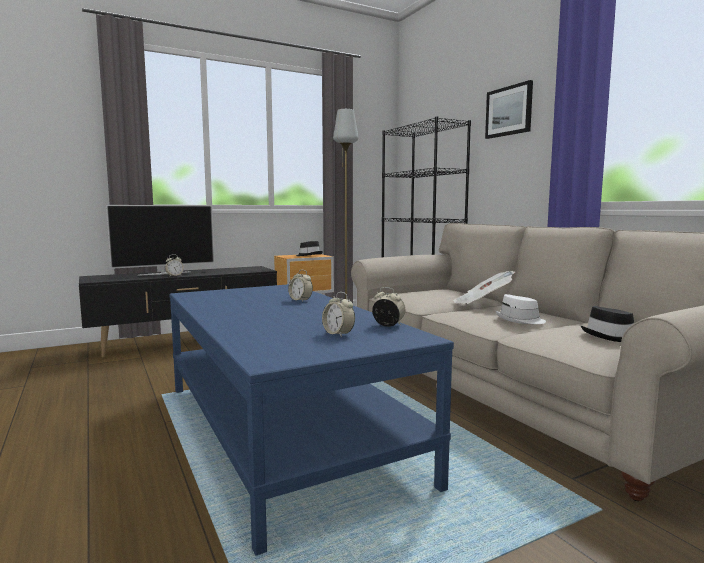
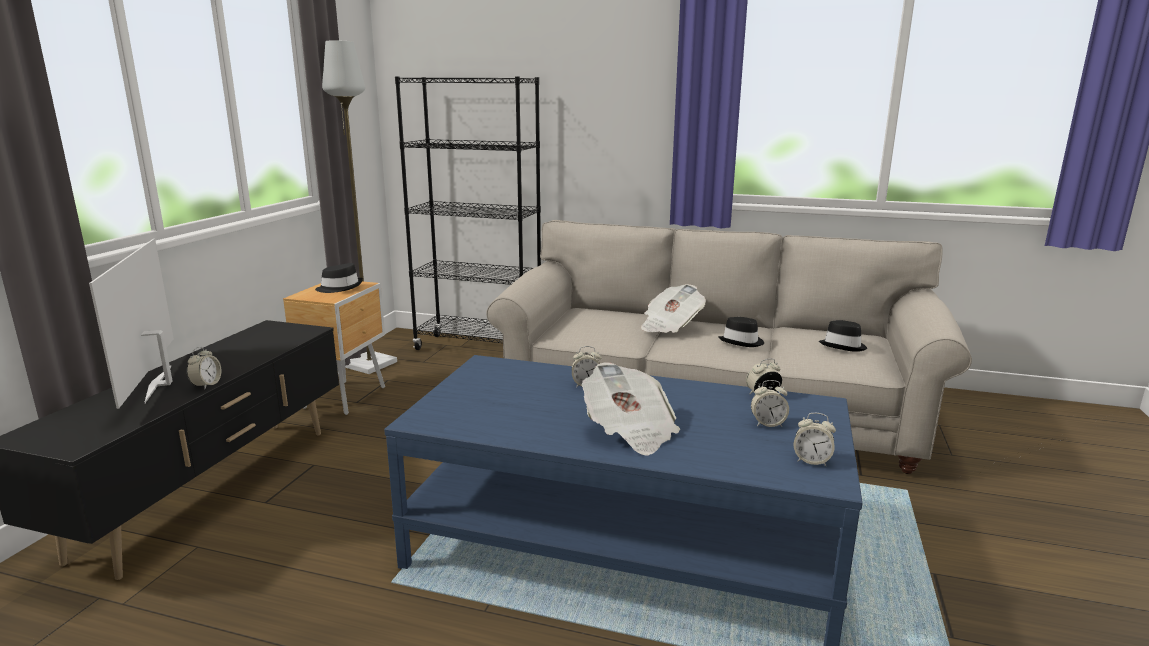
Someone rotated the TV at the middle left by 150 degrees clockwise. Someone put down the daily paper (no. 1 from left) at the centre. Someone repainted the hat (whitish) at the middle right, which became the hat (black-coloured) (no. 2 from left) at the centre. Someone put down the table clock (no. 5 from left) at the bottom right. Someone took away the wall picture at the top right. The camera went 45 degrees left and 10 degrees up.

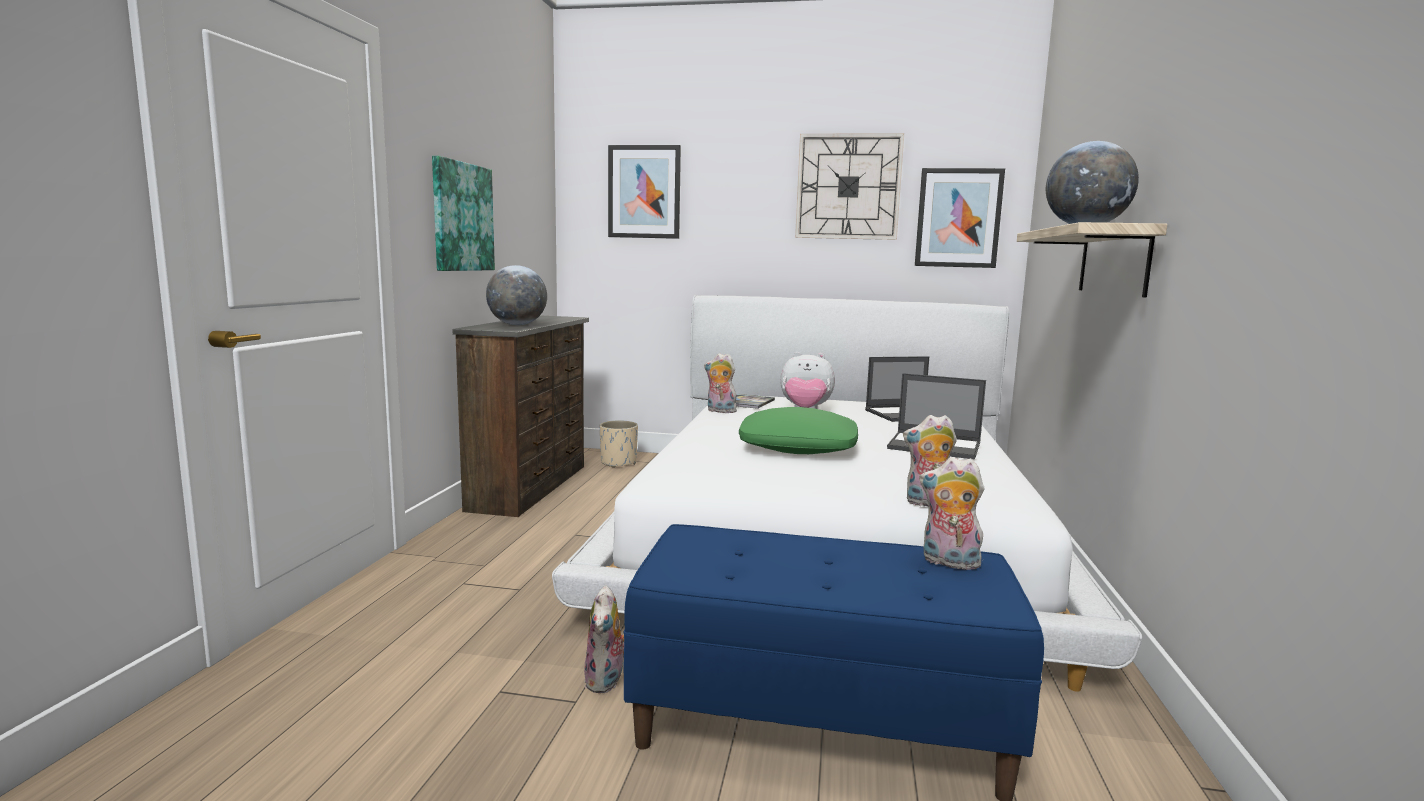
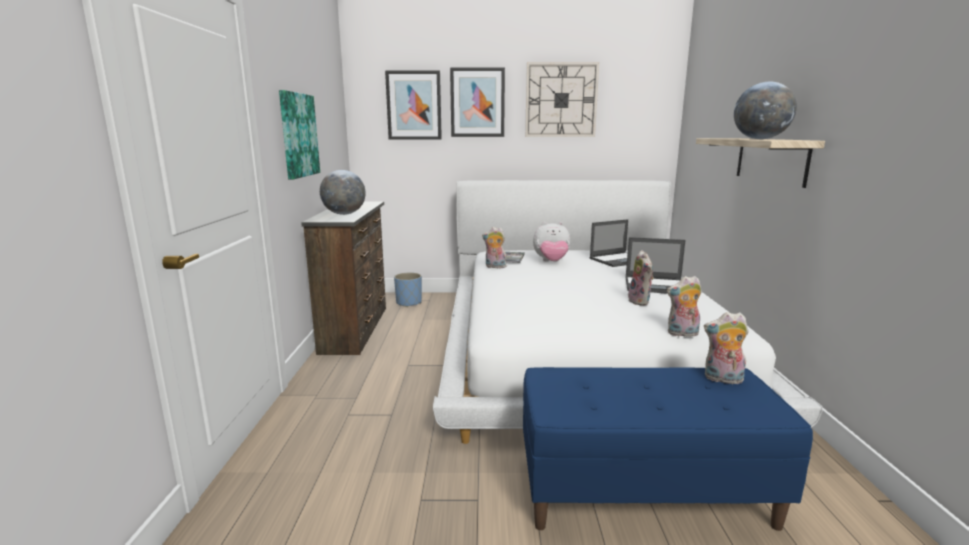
Someone repainted the planter (sand-coloured) at the centre, which became the planter (blue) at the centre. Someone carried the wall picture (no. 3 from left) from the top right to the top centre. Someone carried the cuddly toy (no. 1 from left in the first image) from the bottom centre to the centre. Someone took away the throw pillow (green-coloured) at the centre. The camera went 10 degrees left and 5 degrees up.

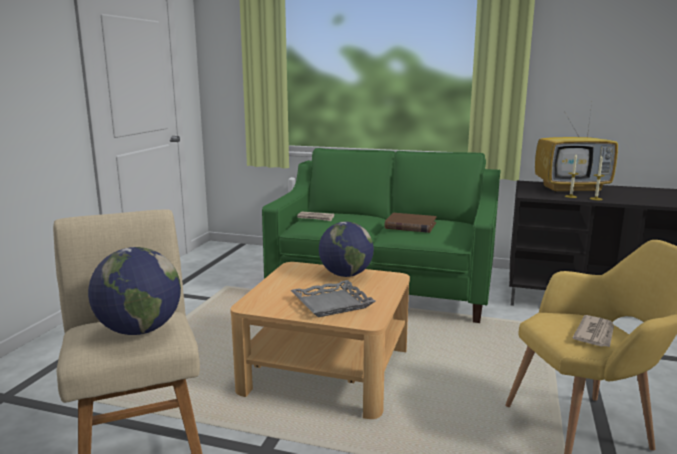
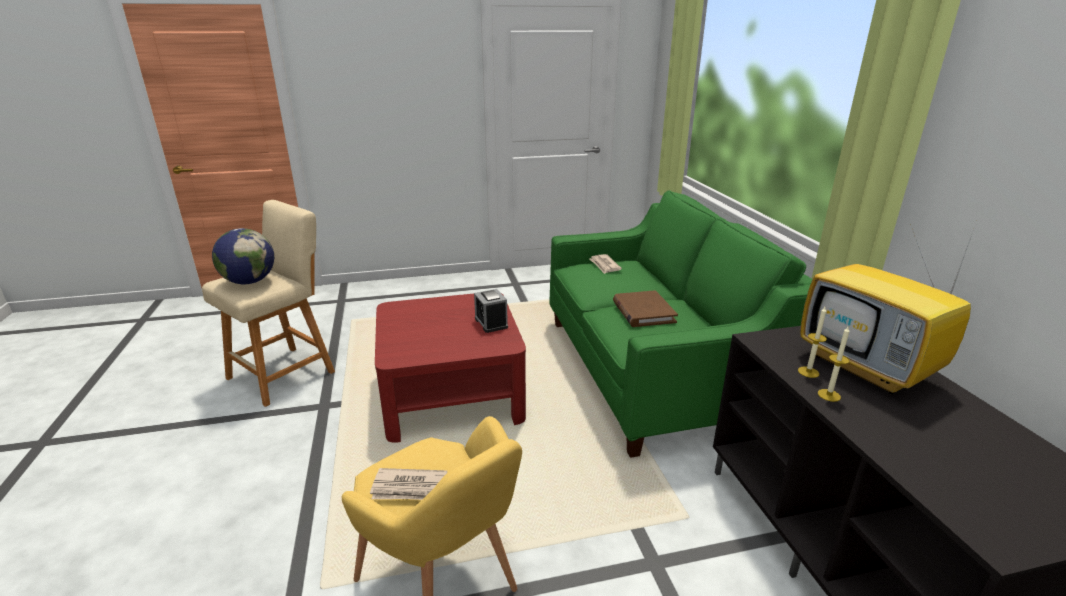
Someone repainted the lounge table (sand-coloured) at the bottom centre, which became the lounge table (red-coloured) at the centre. Someone swapped the world globe (no. 2 from left) at the centre for the table clock at the centre. Someone took away the tray (gray) at the centre. The camera went 60 degrees right and 10 degrees up.

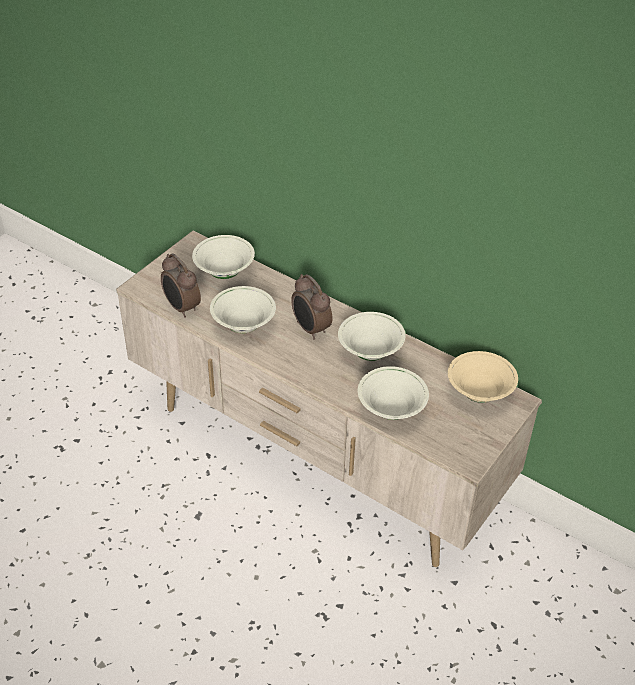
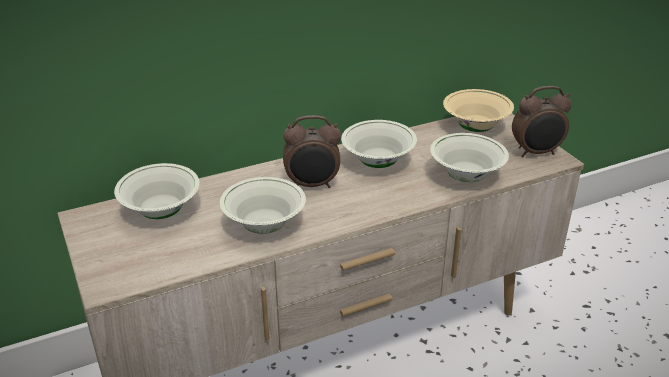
Someone carried the table clock (no. 1 from left in the first image) from the middle left to the top right. The camera went 60 degrees left and 10 degrees down.

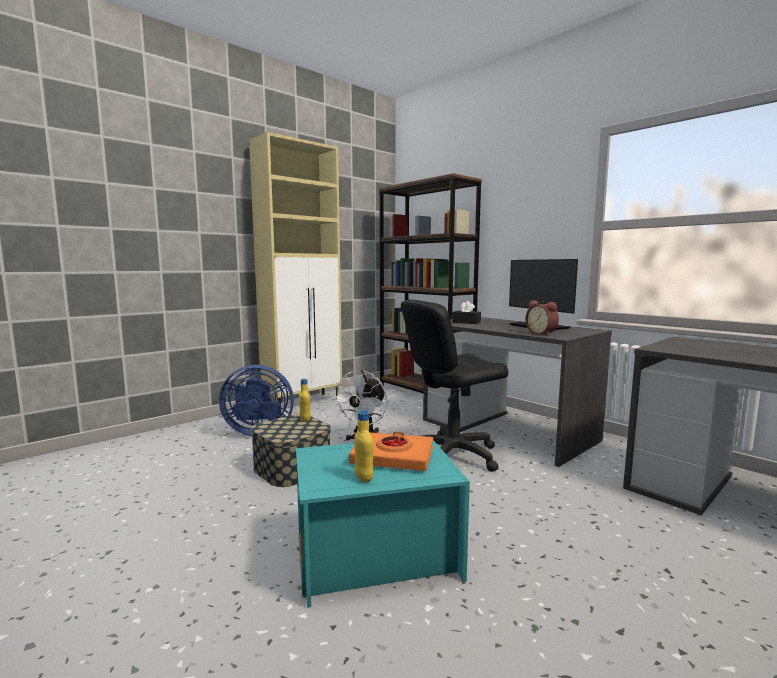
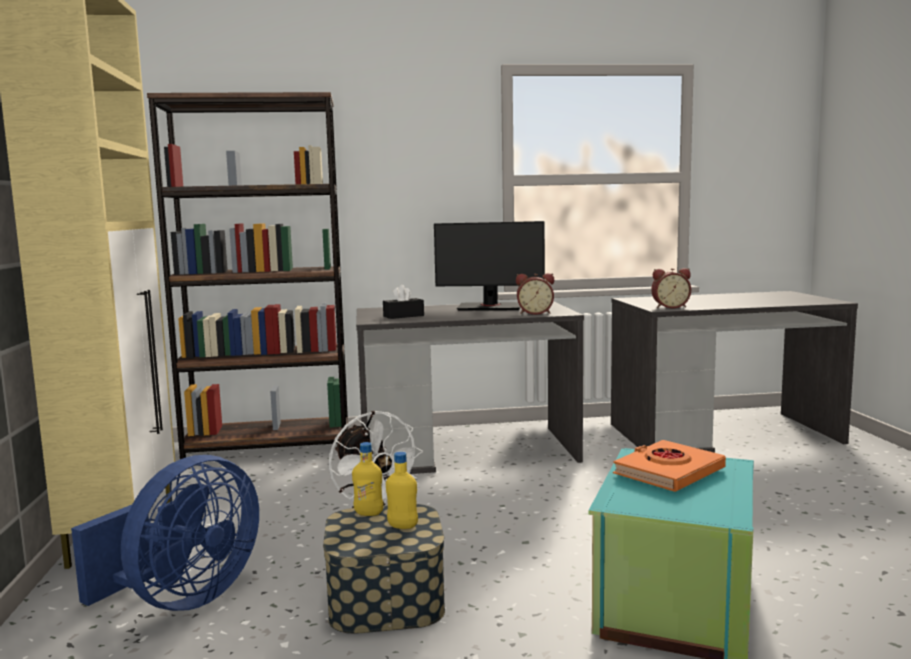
Someone carried the bottle (yellow-coloured) (no. 2 from left) from the centre to the bottom centre. Someone put down the table clock (no. 2 from left) at the middle right. Someone took away the office chair (black-coloured) at the centre. The camera went 55 degrees left and 0 degrees up.

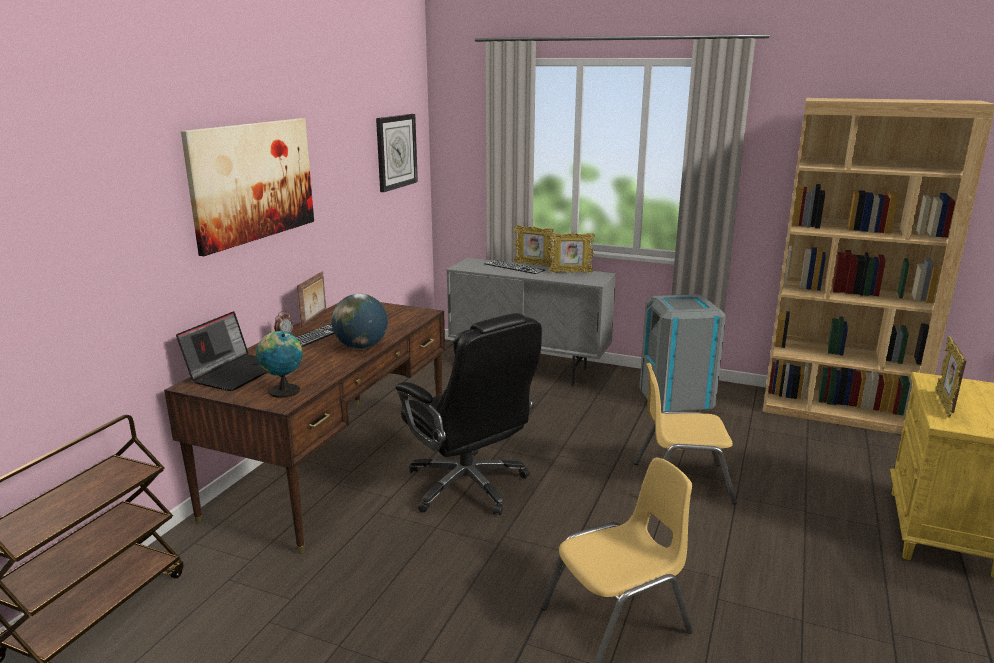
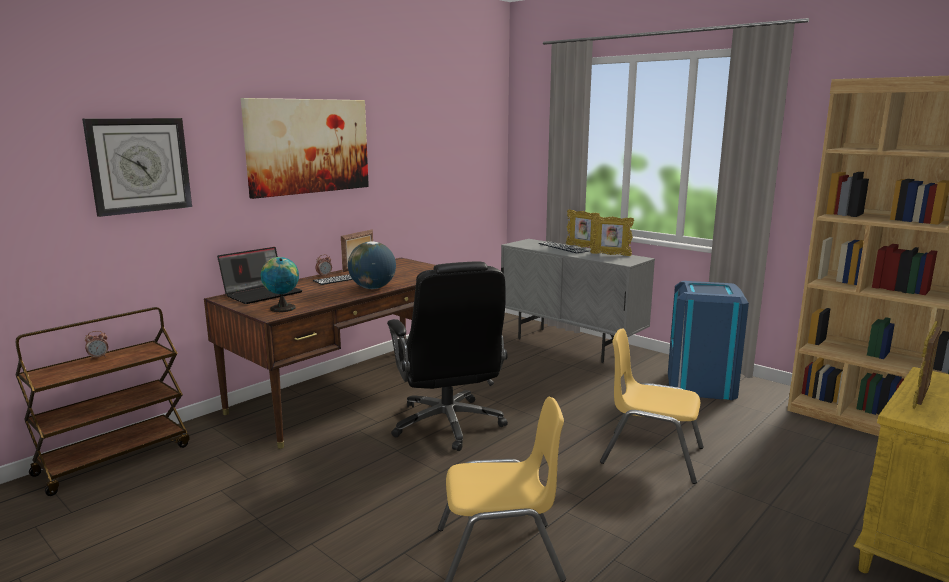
Someone carried the hanging clock from the top centre to the top left. Someone put down the table clock (no. 1 from left) at the middle left. Someone repainted the trash can (gray) at the middle right, which became the trash can (blue) at the middle right. The camera went 20 degrees right and 5 degrees down.

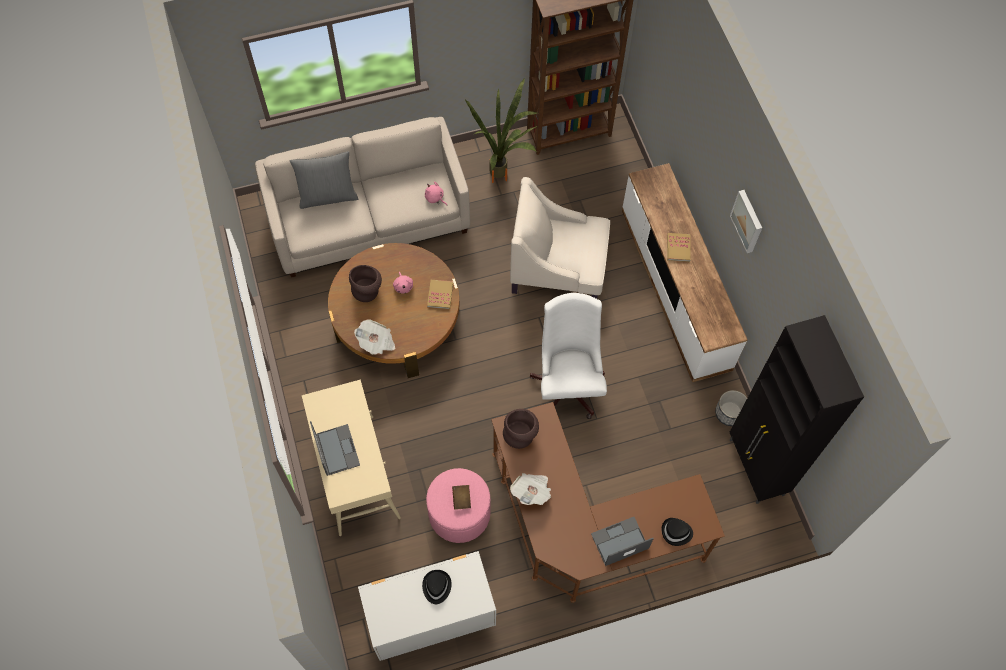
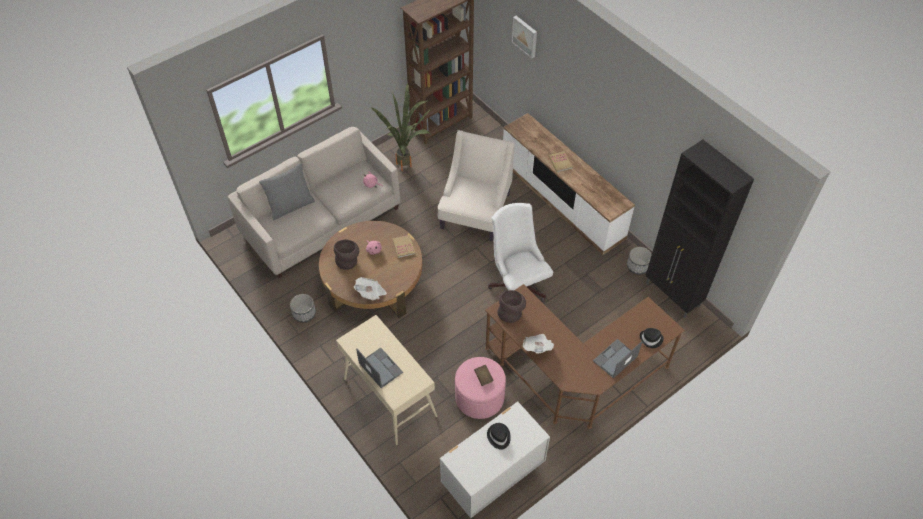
Someone put down the planter (no. 1 from left) at the middle left. Someone rotated the easy chair (sand-coloured) at the centre by 120 degrees clockwise. Someone carried the wall picture from the top right to the top centre. The camera went 20 degrees left and 10 degrees down.

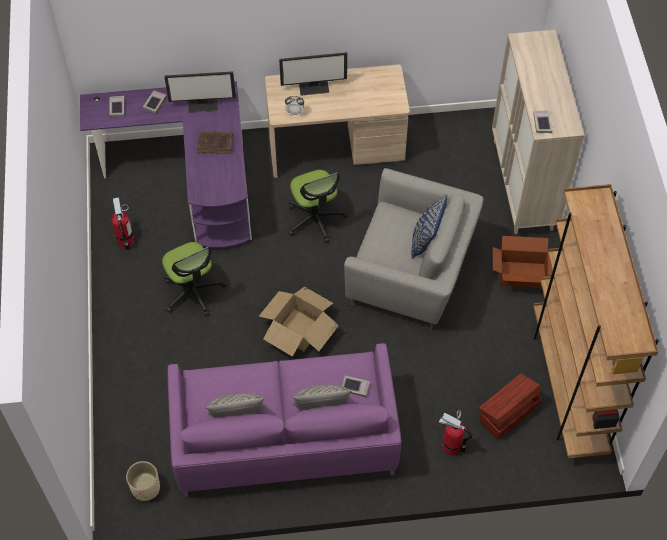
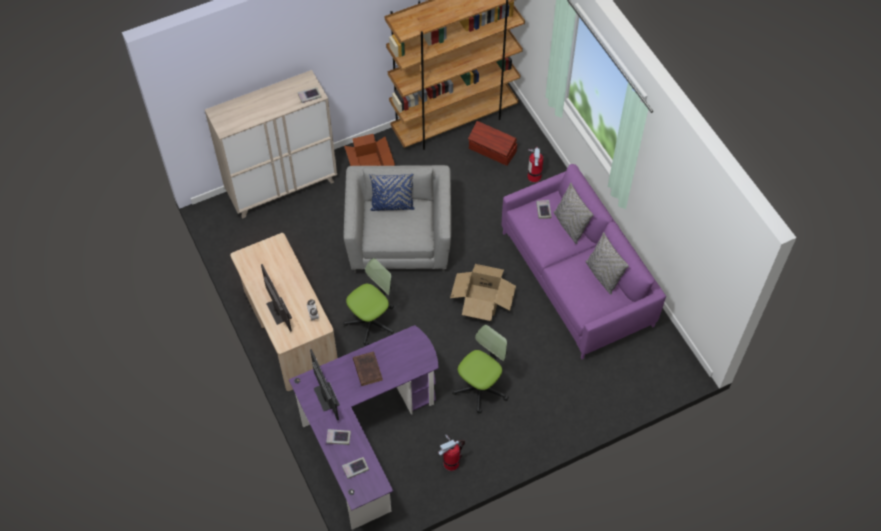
Someone took away the planter (sand-coloured) at the bottom left. The camera went 110 degrees left and 0 degrees up.

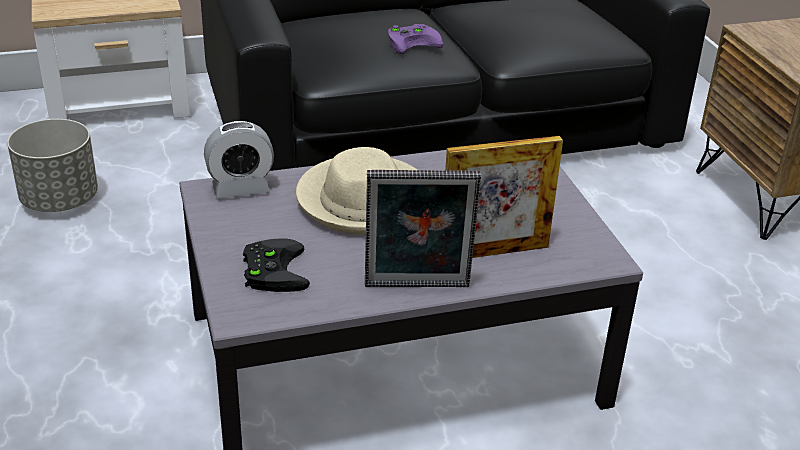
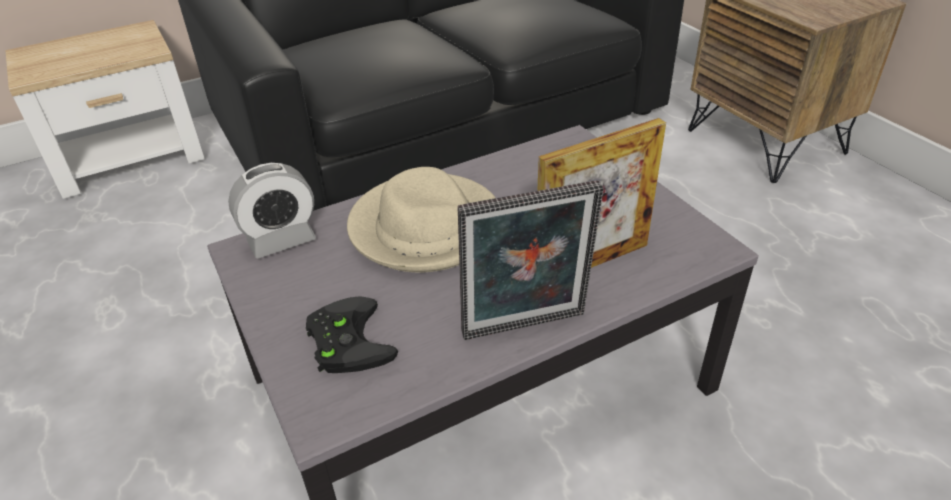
Someone took away the planter (gray) at the middle left. Someone took away the joypad (purple-coloured) at the top centre. The camera went 10 degrees left and 5 degrees up.

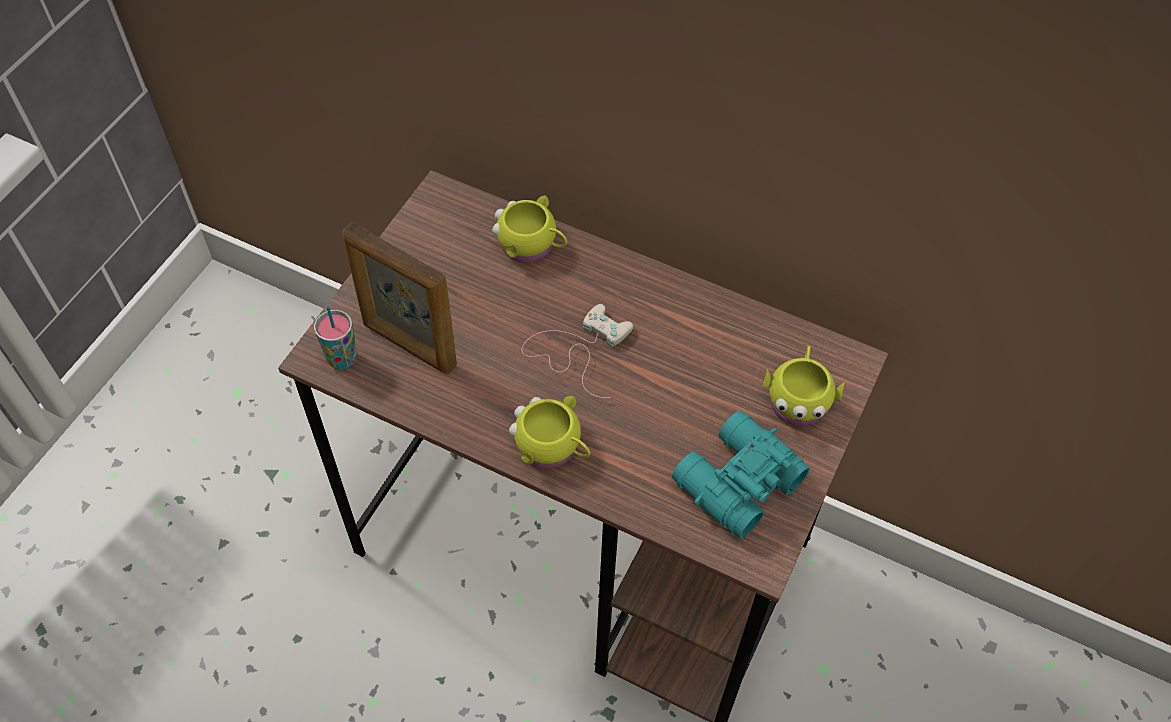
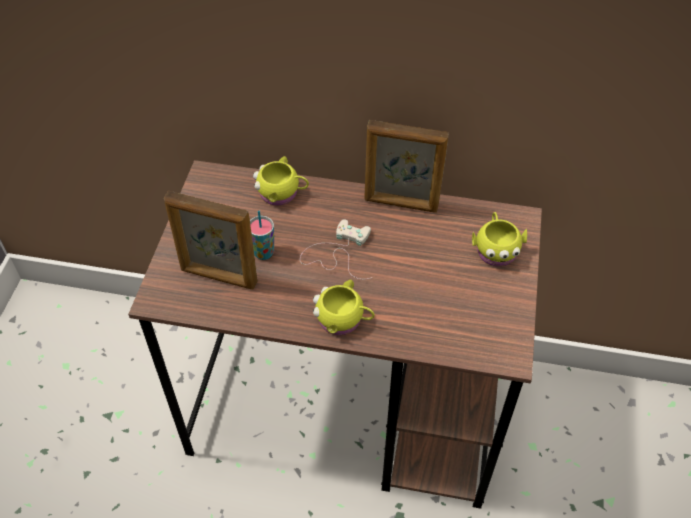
Someone carried the small cup from the middle left to the centre. Someone put down the picture frame (no. 2 from left) at the top centre. Someone took away the field glasses (blue-green) at the centre. The camera went 15 degrees left and 5 degrees down.

